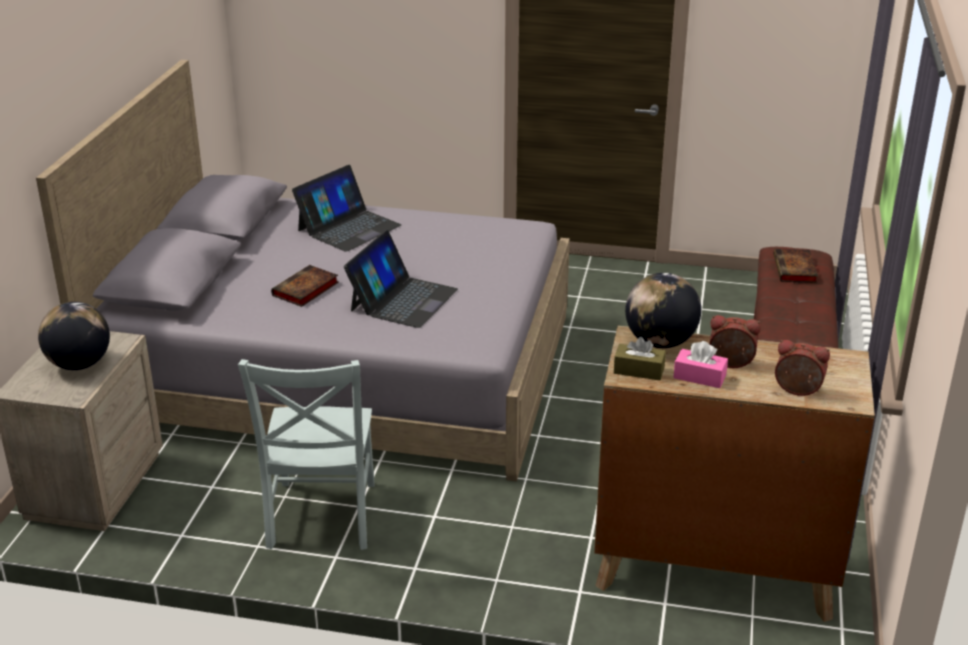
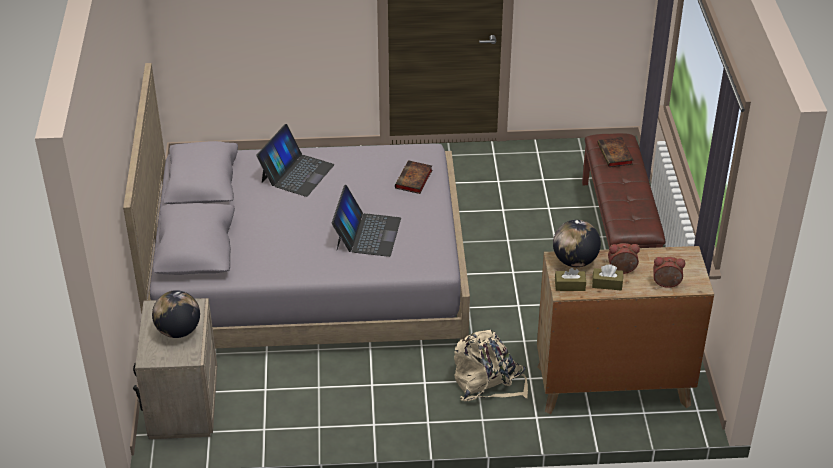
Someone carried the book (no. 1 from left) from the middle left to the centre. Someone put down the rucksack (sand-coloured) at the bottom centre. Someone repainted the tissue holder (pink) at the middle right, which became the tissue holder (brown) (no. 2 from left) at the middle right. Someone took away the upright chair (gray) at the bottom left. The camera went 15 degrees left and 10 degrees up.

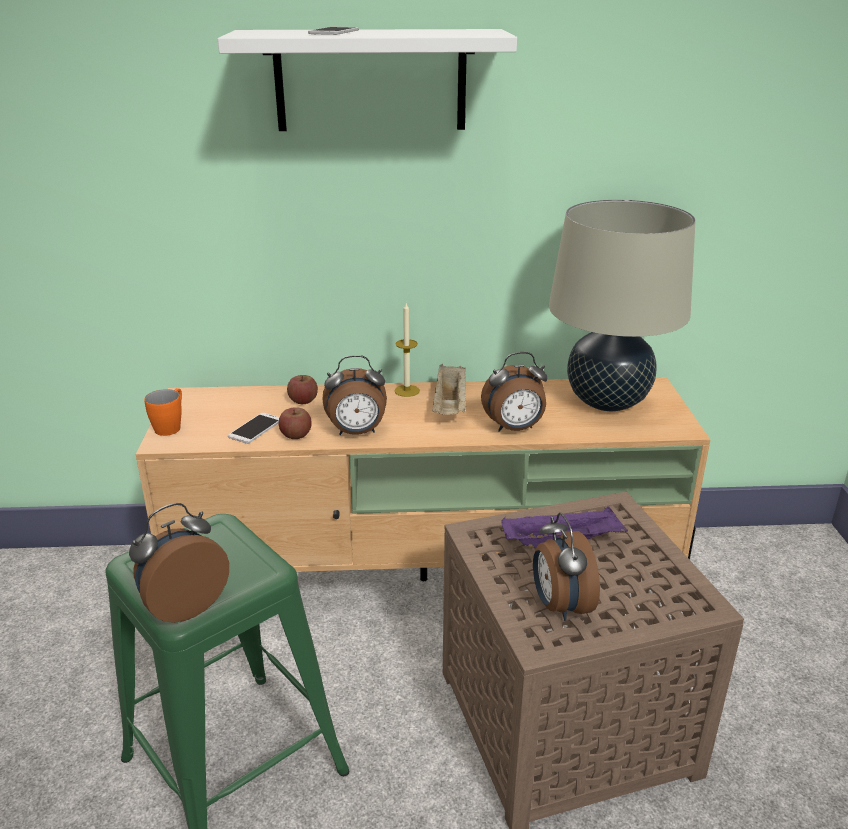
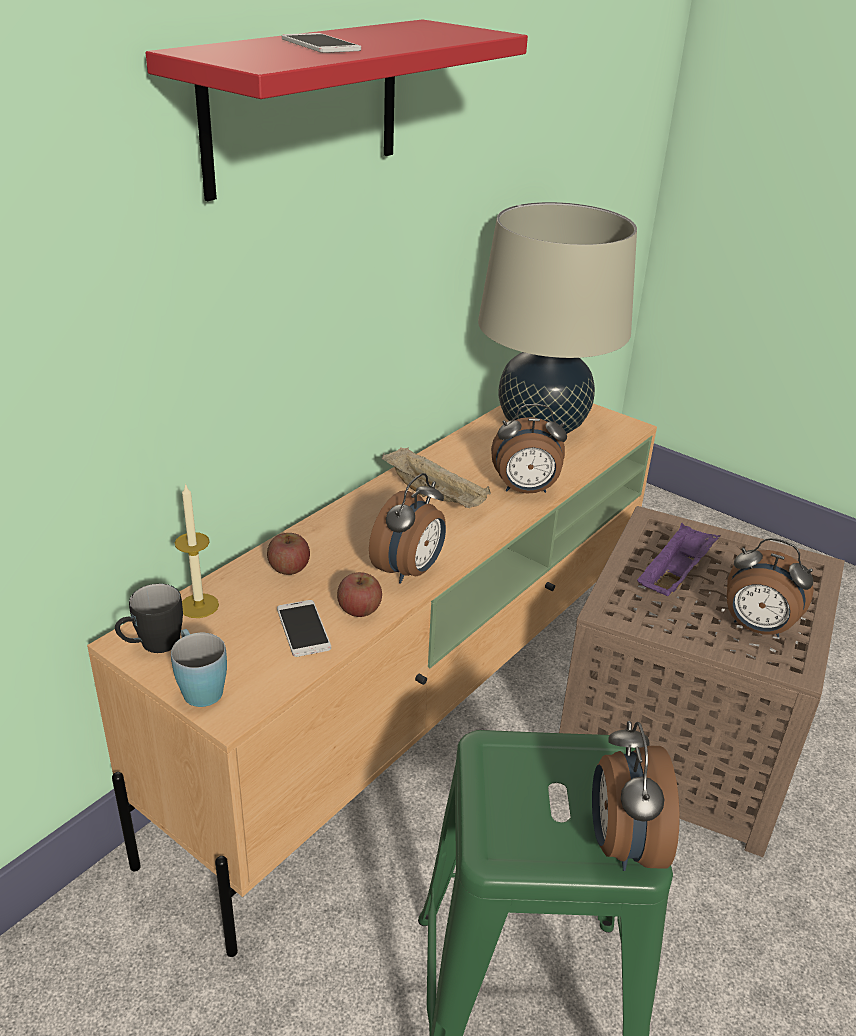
Someone put down the coffee mug (black-coloured) at the middle left. Someone repainted the bracket shelf (whitish) at the top centre, which became the bracket shelf (red-coloured) at the top centre. Someone repainted the coffee mug (orange-coloured) at the middle left, which became the coffee mug (blue) at the middle left. Someone carried the wax candle from the centre to the middle left. Someone rotated the table clock (no. 3 from left in the first image) at the centre by 60 degrees clockwise. The camera went 50 degrees left and 5 degrees up.

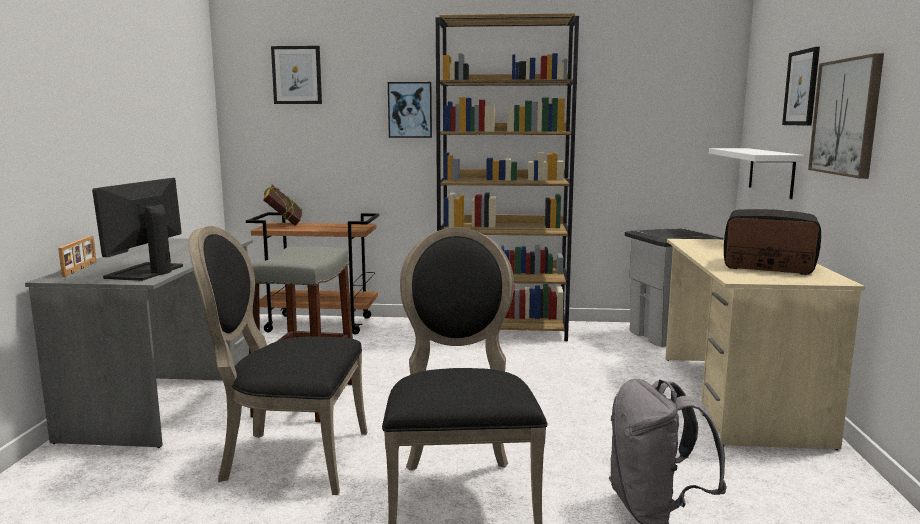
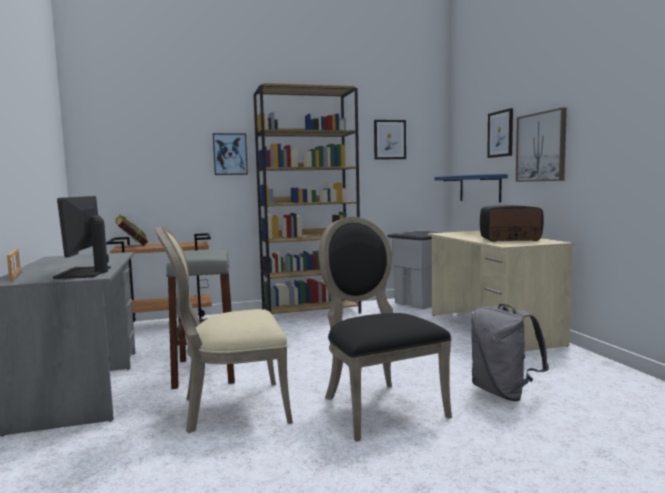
Someone repainted the upright chair (black-coloured) (no. 1 from left) at the bottom left, which became the upright chair (sand-coloured) at the bottom centre. Someone carried the wall picture (no. 1 from left in the first image) from the top left to the top centre. Someone repainted the bracket shelf (whitish) at the top right, which became the bracket shelf (blue) at the middle right. The camera went 20 degrees left and 5 degrees down.

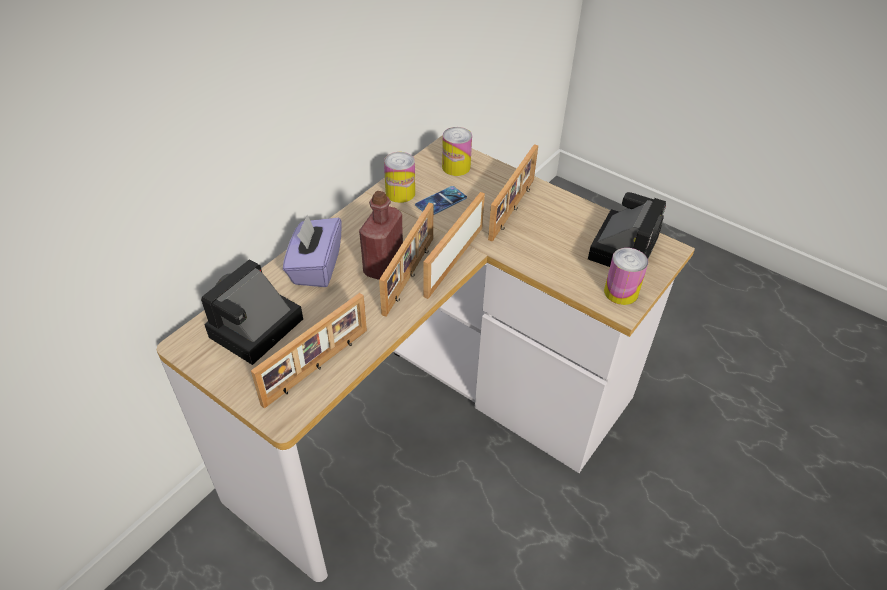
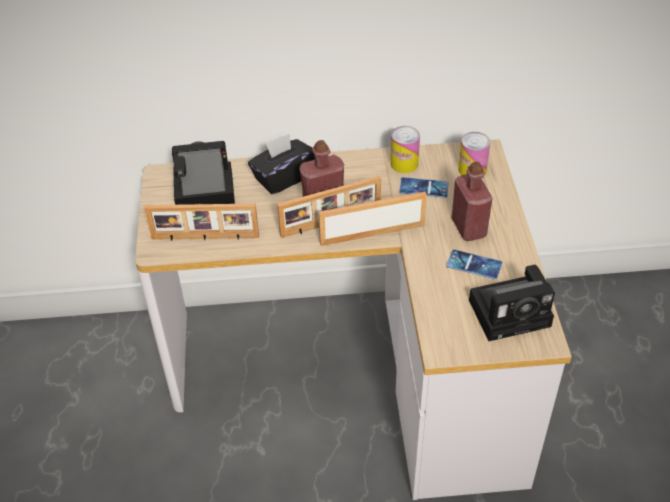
Someone repainted the tissue holder (purple-coloured) at the centre, which became the tissue holder (black-coloured) at the top centre. Someone put down the telephone (no. 2 from left) at the middle right. Someone swapped the picture frame (no. 4 from left) at the top centre for the bottle (red-coloured) (no. 2 from left) at the middle right. Someone took away the sealed can (no. 3 from left) at the middle right. The camera went 50 degrees right and 0 degrees up.

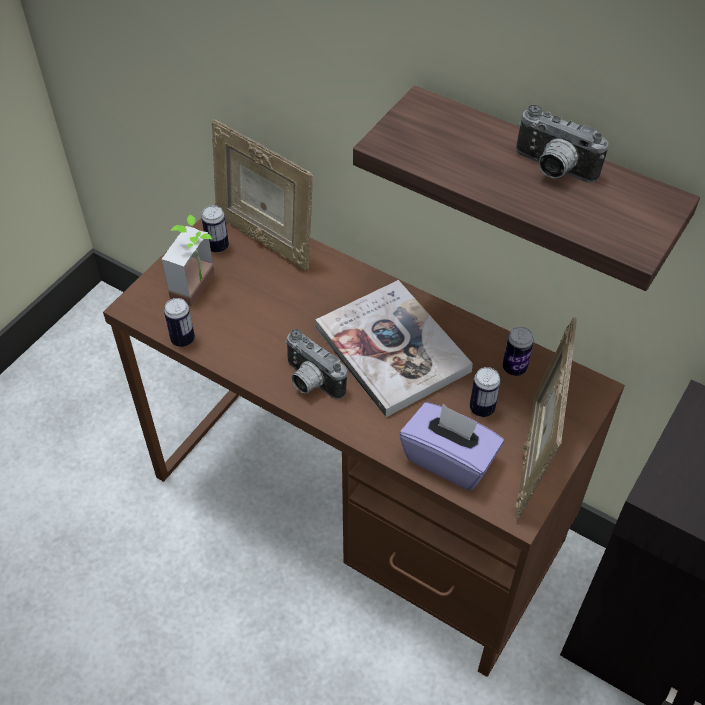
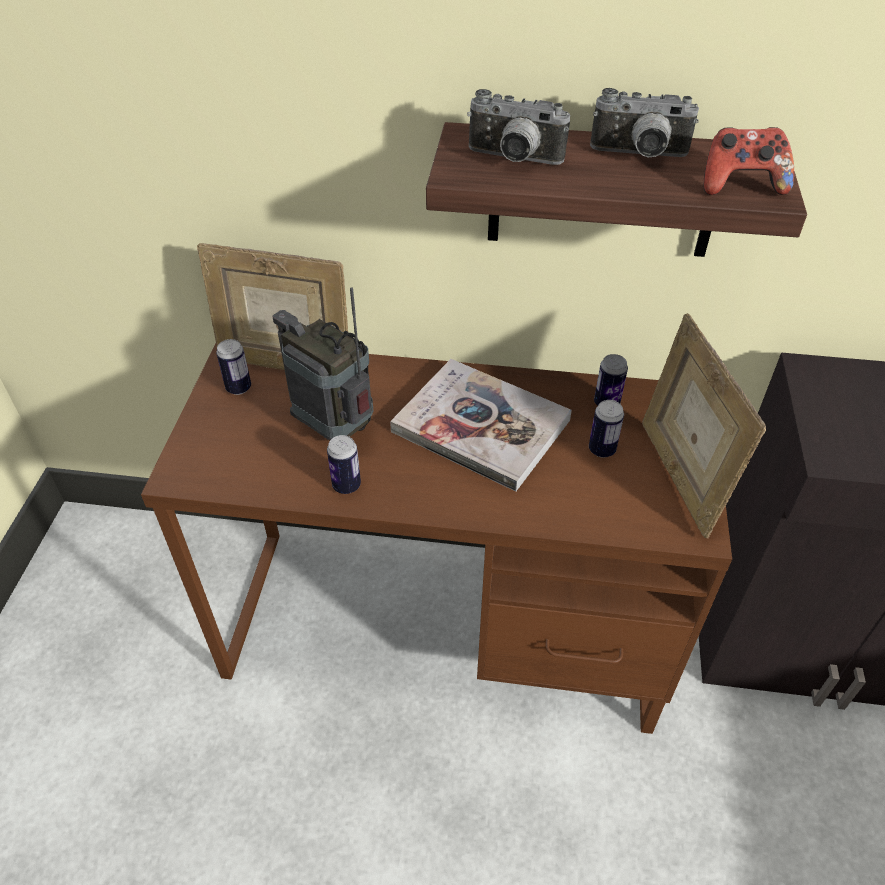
Someone put down the radio receiver at the centre. Someone carried the sealed can (no. 1 from left in the first image) from the middle left to the centre. Someone carried the still camera (no. 1 from left) from the centre to the top centre. Someone put down the joypad at the top right. Someone took away the potted plant at the middle left. Someone took away the tissue holder (purple-coloured) at the centre. The camera went 25 degrees left and 5 degrees down.

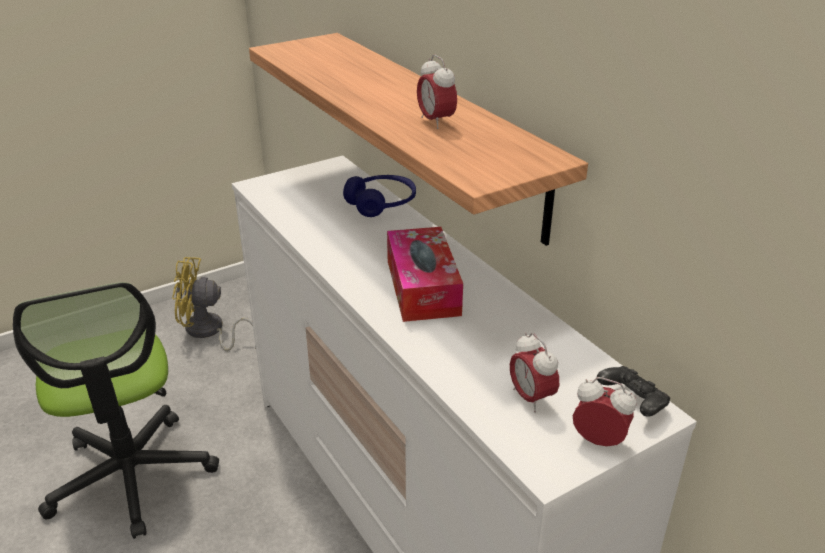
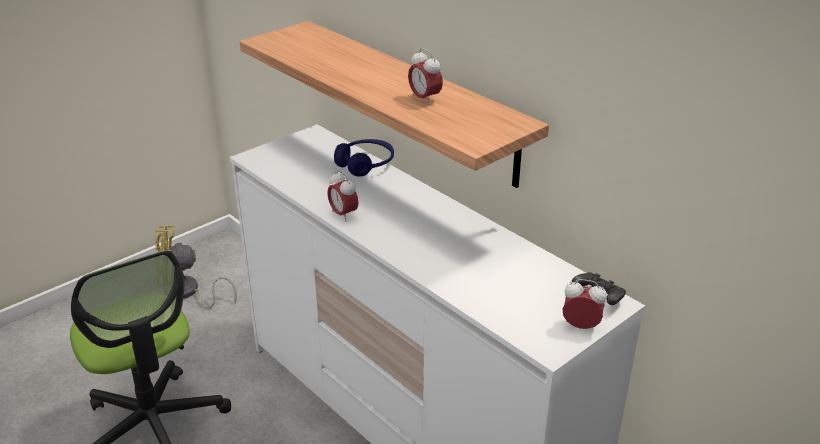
Someone carried the table clock (no. 2 from left in the first image) from the bottom centre to the centre. Someone took away the tissue holder at the centre. The camera went 10 degrees left and 0 degrees up.

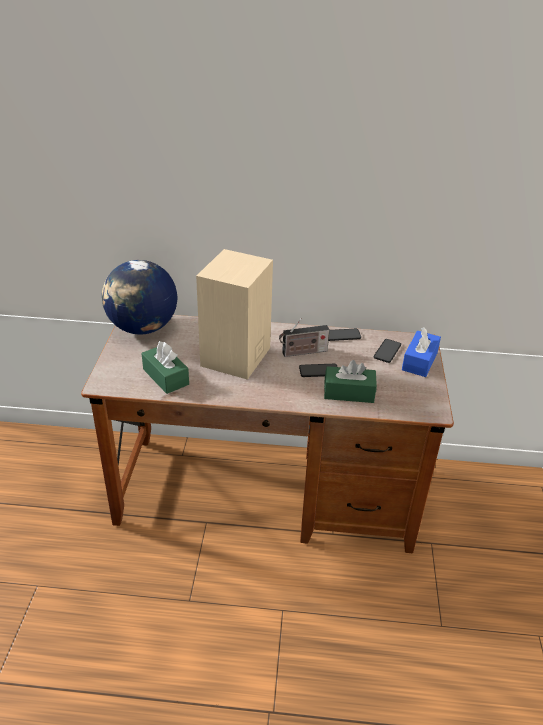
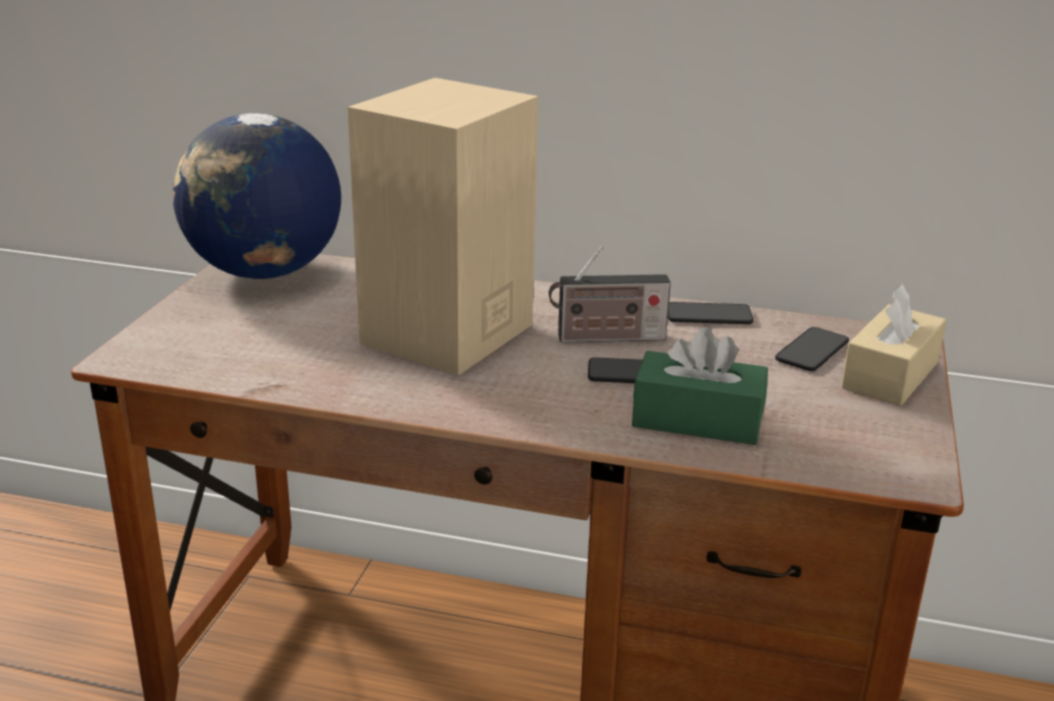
Someone repainted the tissue holder (blue) at the middle right, which became the tissue holder (sand-coloured) at the middle right. Someone took away the tissue holder (green-coloured) (no. 1 from left) at the middle left. The camera went 10 degrees right and 10 degrees down.

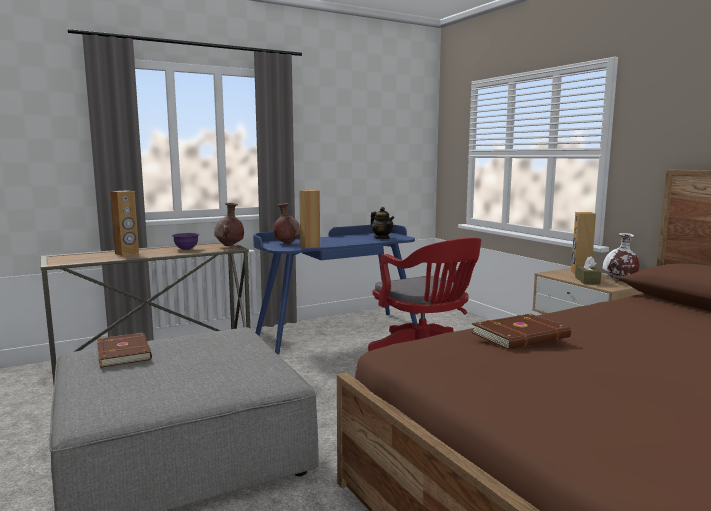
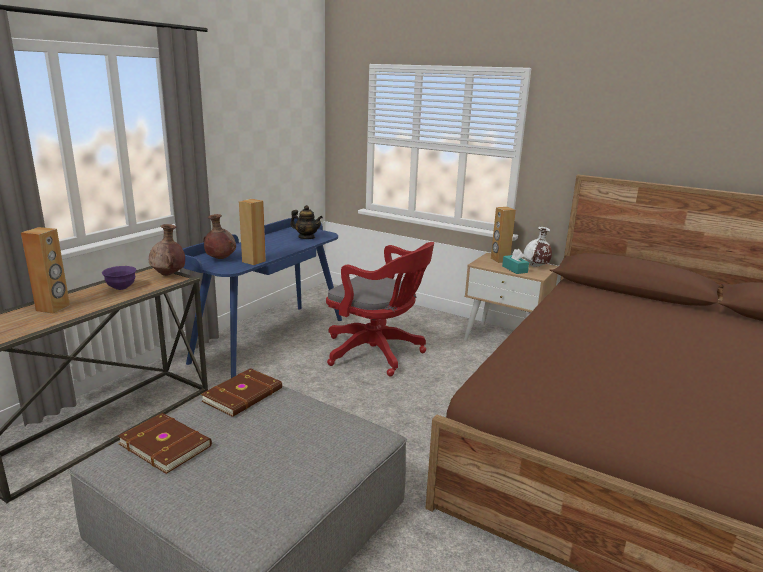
Someone carried the book (brown) (no. 2 from left) from the middle right to the bottom left. Someone repainted the tissue holder (brown) at the middle right, which became the tissue holder (blue-green) at the middle right. The camera went 30 degrees left and 10 degrees up.

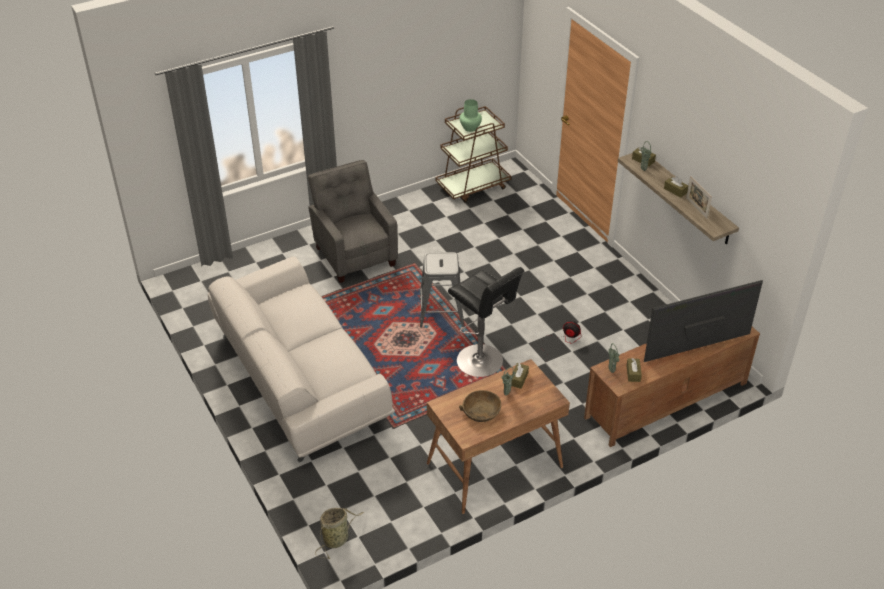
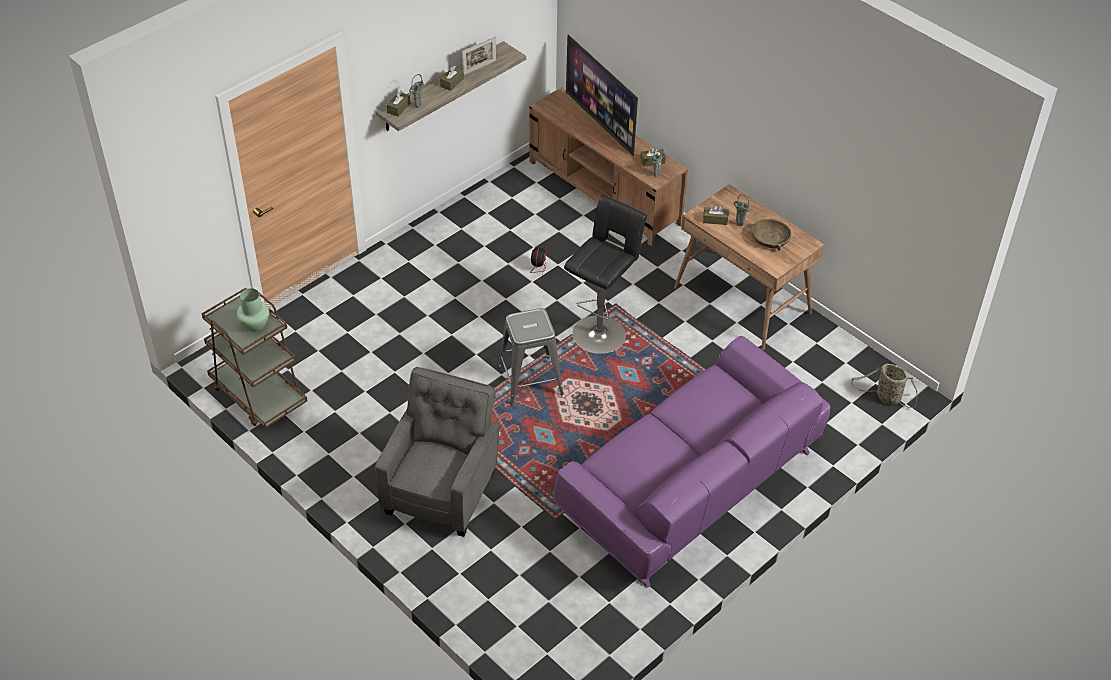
Someone rotated the easy chair (gray) at the centre by 150 degrees clockwise. Someone repainted the settee (whitish) at the centre, which became the settee (purple-coloured) at the bottom centre. The camera went 105 degrees left and 5 degrees up.

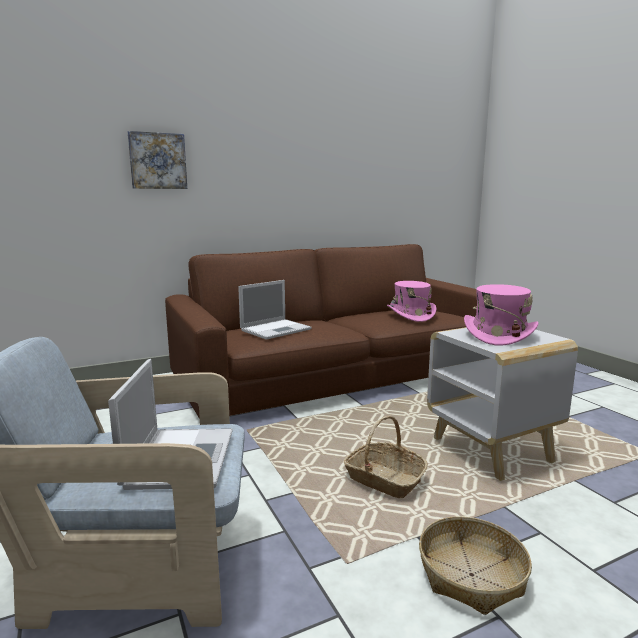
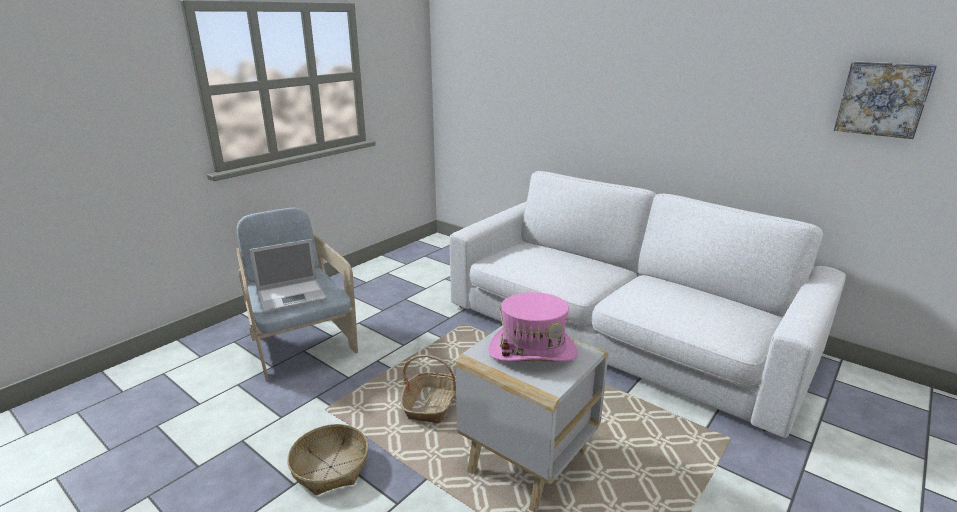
Someone repainted the settee (brown) at the centre, which became the settee (whitish) at the middle right. Someone carried the wall picture from the top left to the top right. Someone took away the portable computer (no. 2 from left) at the centre. Someone took away the hat (pink) (no. 1 from left) at the centre. The camera went 65 degrees right and 10 degrees up.

